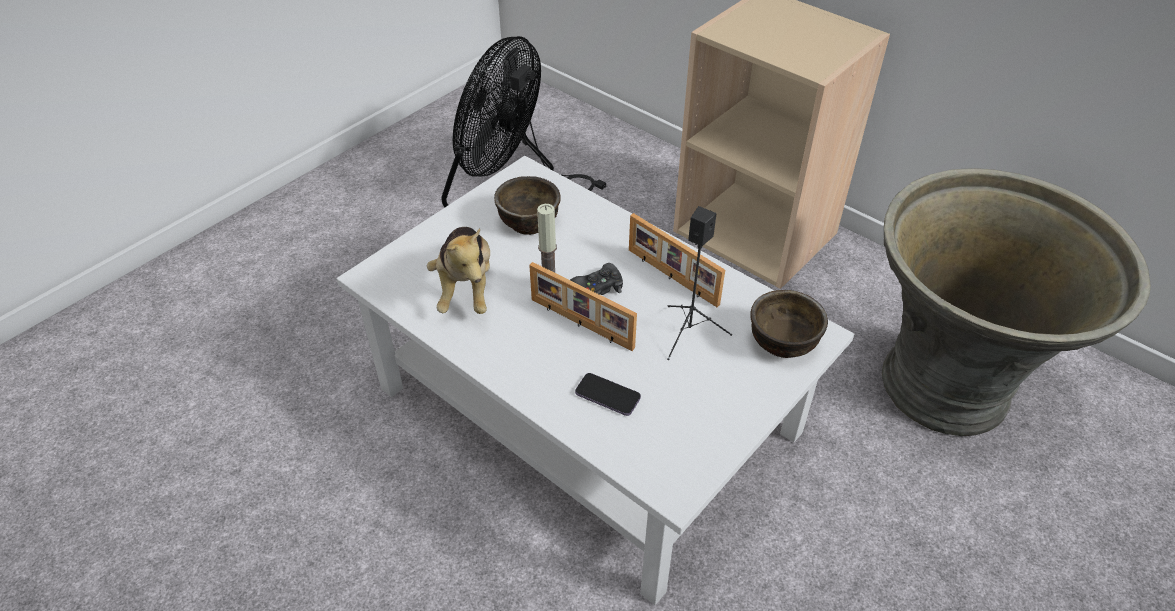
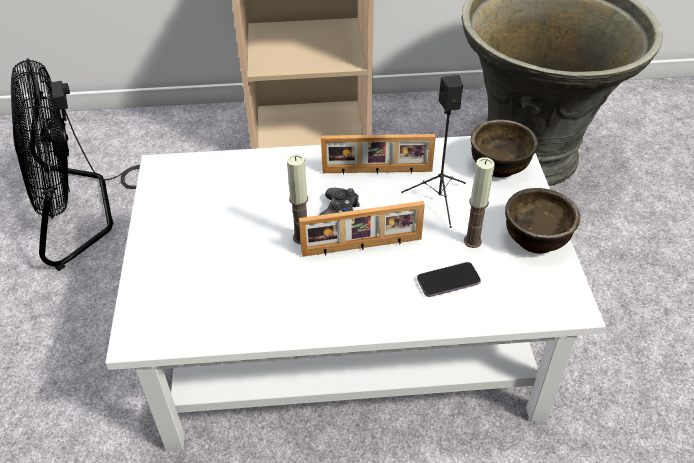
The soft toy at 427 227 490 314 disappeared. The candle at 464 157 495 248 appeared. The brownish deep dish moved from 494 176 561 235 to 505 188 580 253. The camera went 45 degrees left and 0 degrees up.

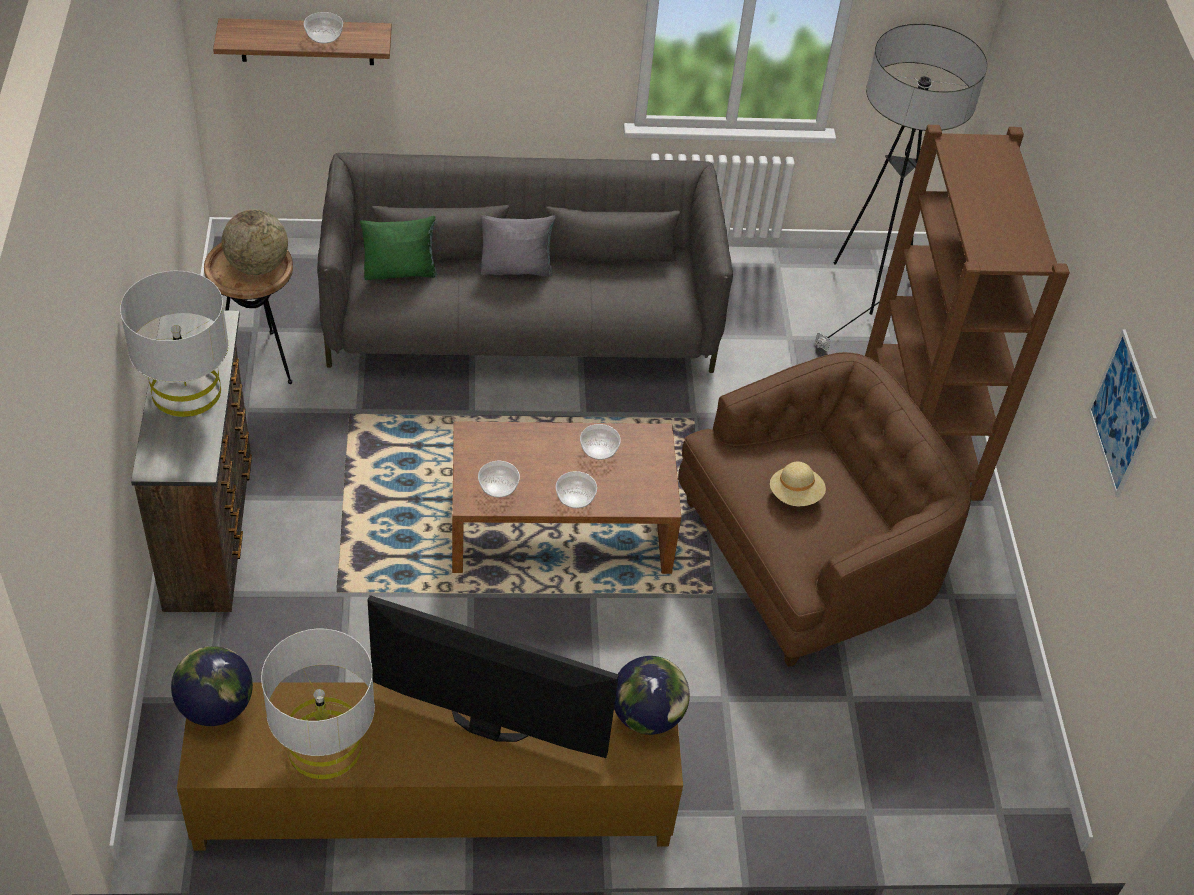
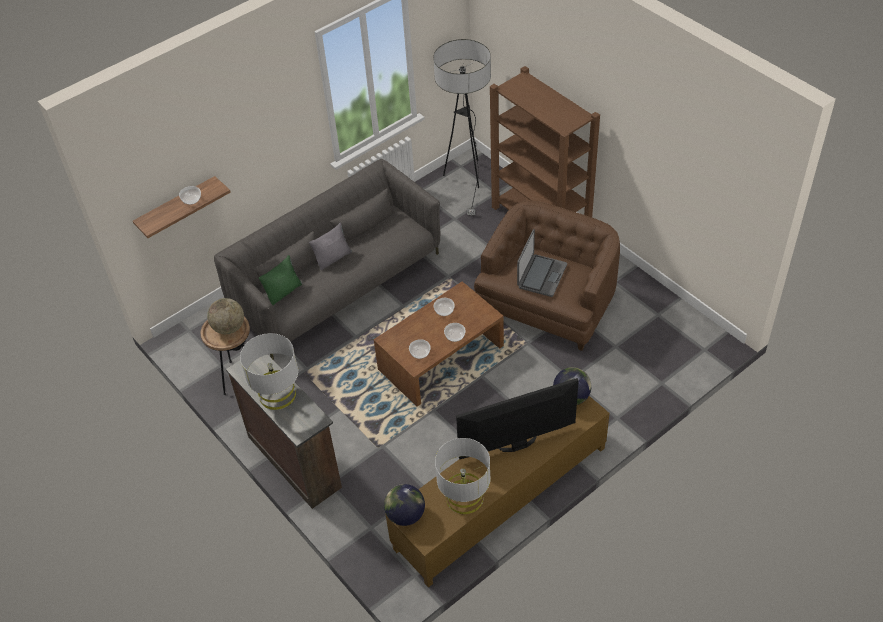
The wall art at 1088 330 1157 497 disappeared. The beige-coloured hat at 770 462 826 507 was replaced by the notebook computer at 517 229 567 297. The camera went 30 degrees left and 0 degrees up.

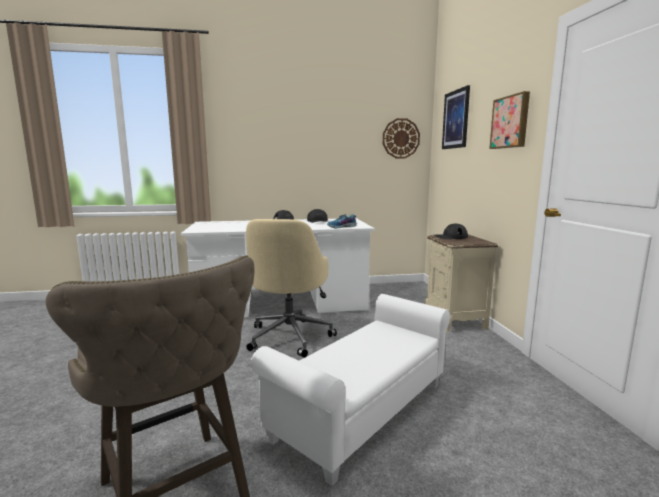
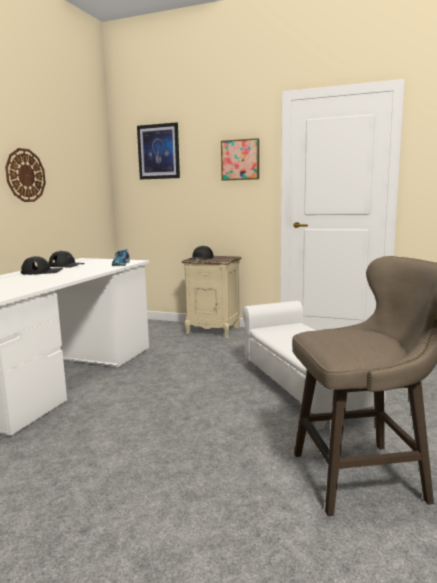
The beige-coloured office chair at 246 219 337 358 disappeared. The clock on the wall moved from 383 118 420 158 to 5 148 46 202. The camera went 60 degrees left and 0 degrees up.

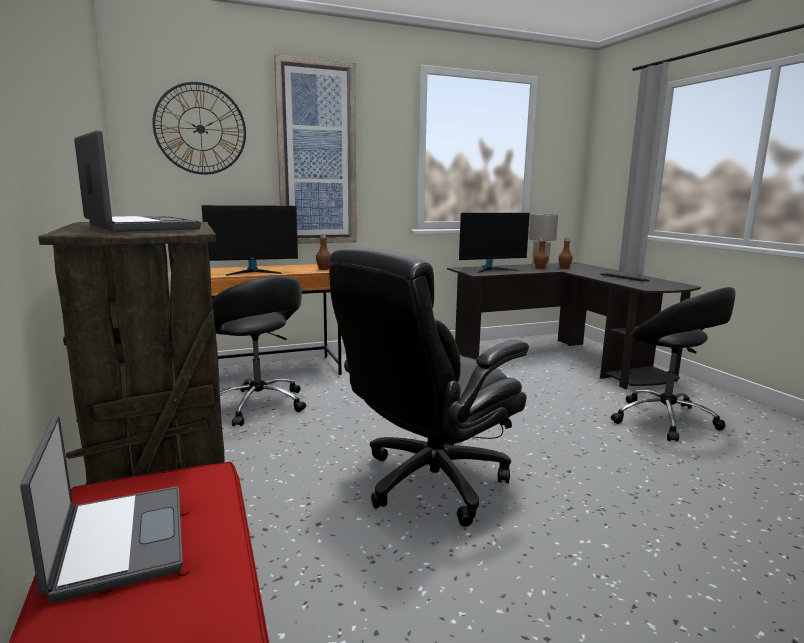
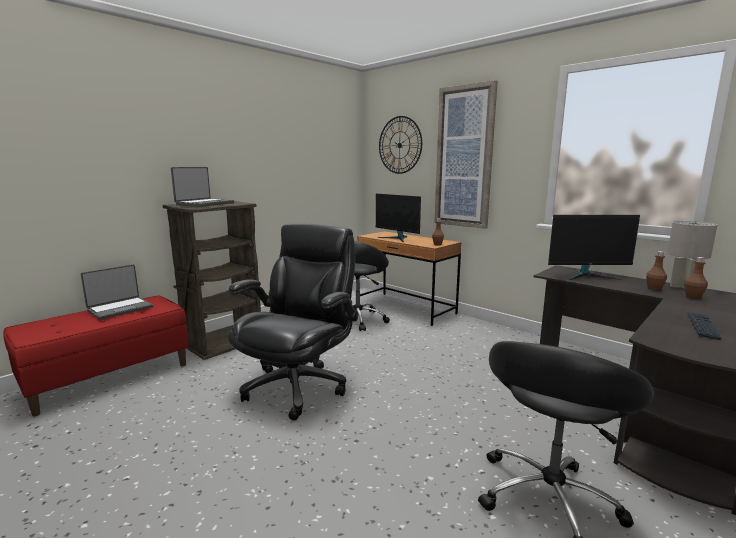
The black-coloured office chair at 329 247 529 527 turned 90 degrees clockwise. The monitor at 459 213 530 273 turned 45 degrees counterclockwise. The camera went 65 degrees right and 0 degrees up.

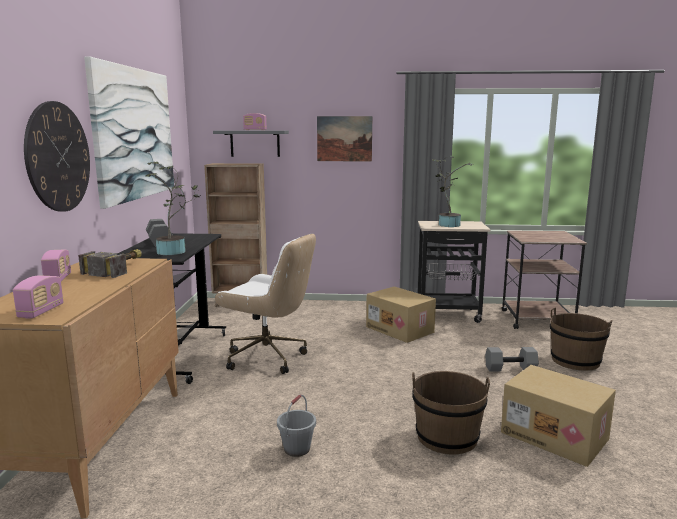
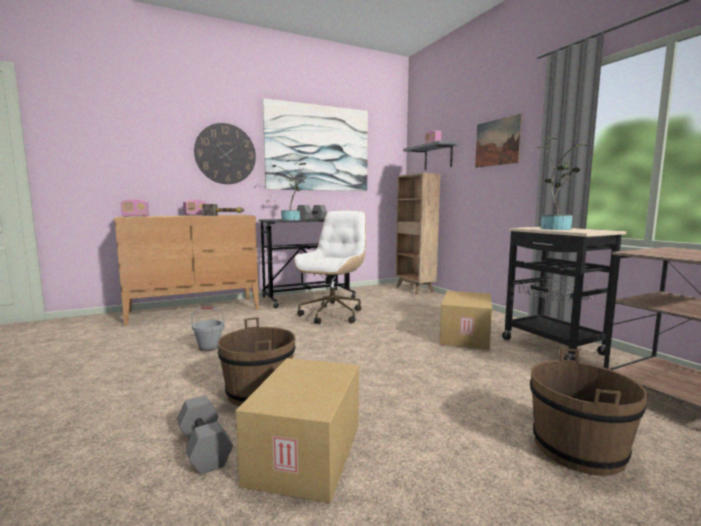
The gray dumbbell moved from 485 347 539 372 to 177 396 233 474. The whitish office chair at 215 233 316 374 turned 150 degrees counterclockwise. The camera went 60 degrees right and 5 degrees down.

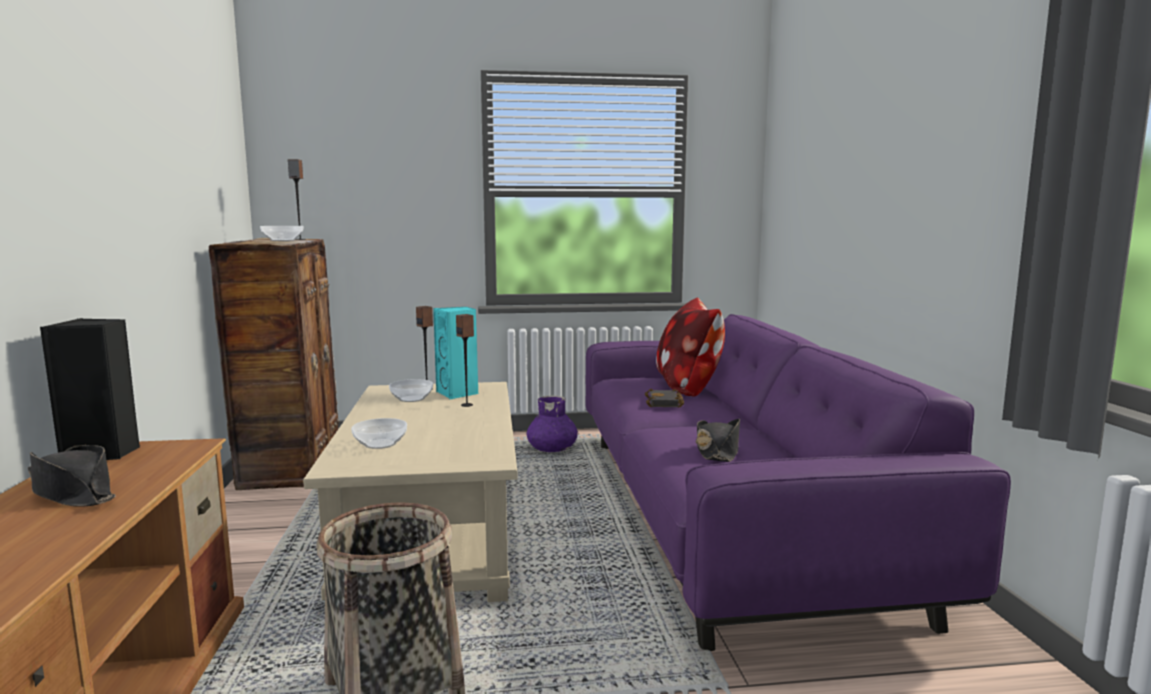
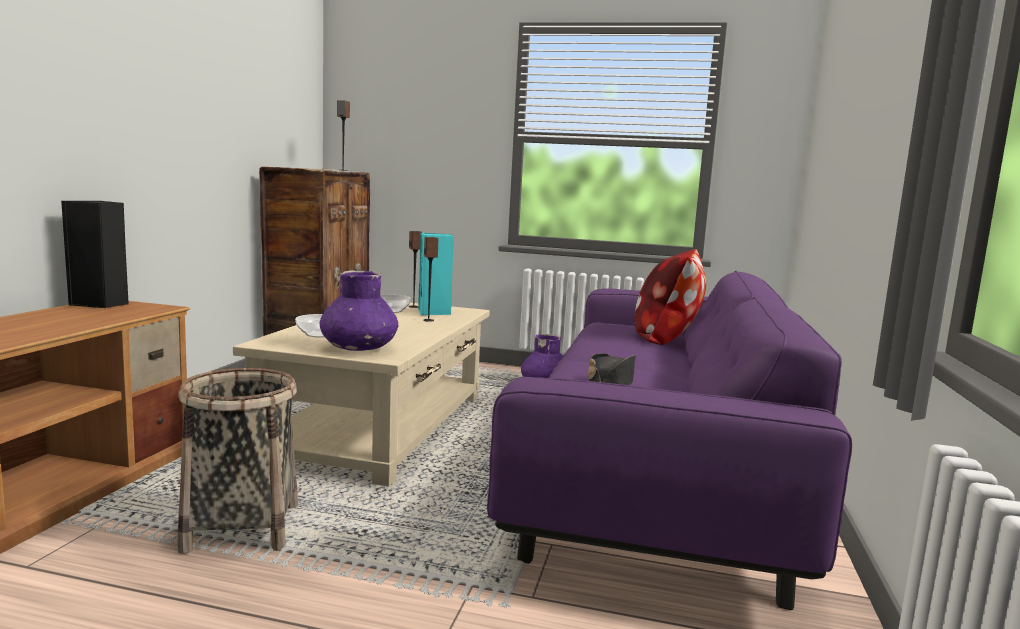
The black-coloured hat at 28 445 116 507 disappeared. The deep dish at 260 226 303 241 disappeared. The black-coloured book at 645 389 684 408 disappeared. The purplish decorative vase at 320 270 398 351 appeared. The camera went 20 degrees right and 0 degrees up.

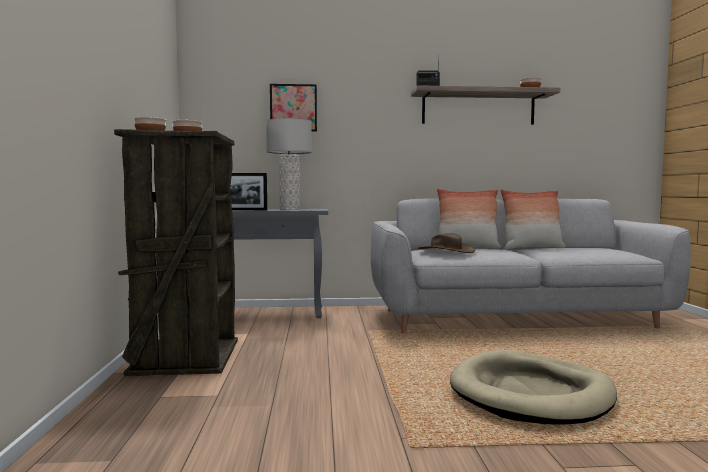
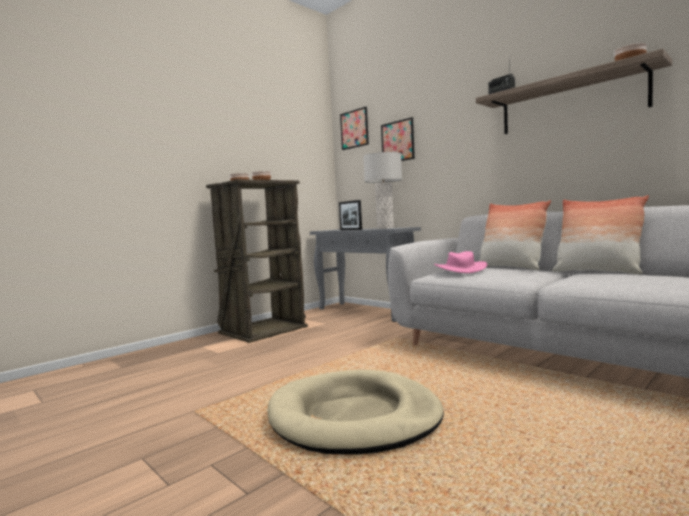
The wall art at 340 107 369 150 appeared. The brownish hat at 418 233 475 253 became the pinkish hat at 434 251 487 273. The camera went 50 degrees right and 0 degrees up.

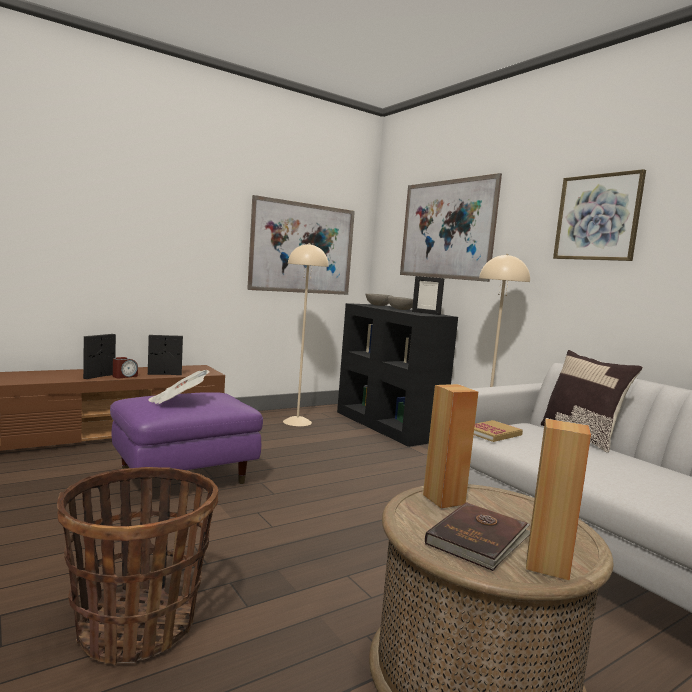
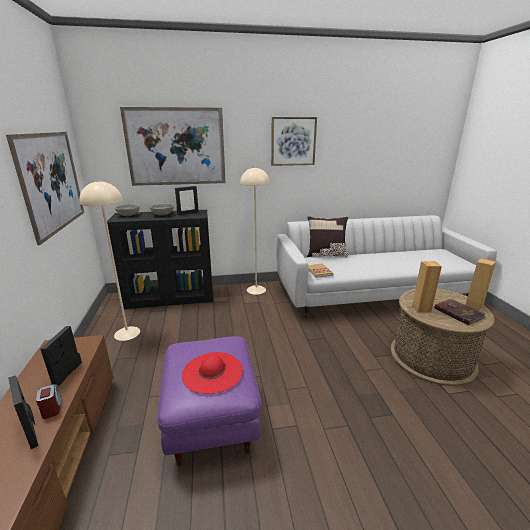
The household basket at 57 467 218 665 disappeared. The printed paper at 148 370 210 404 was replaced by the red-coloured hat at 182 352 243 394. The camera went 65 degrees left and 15 degrees up.

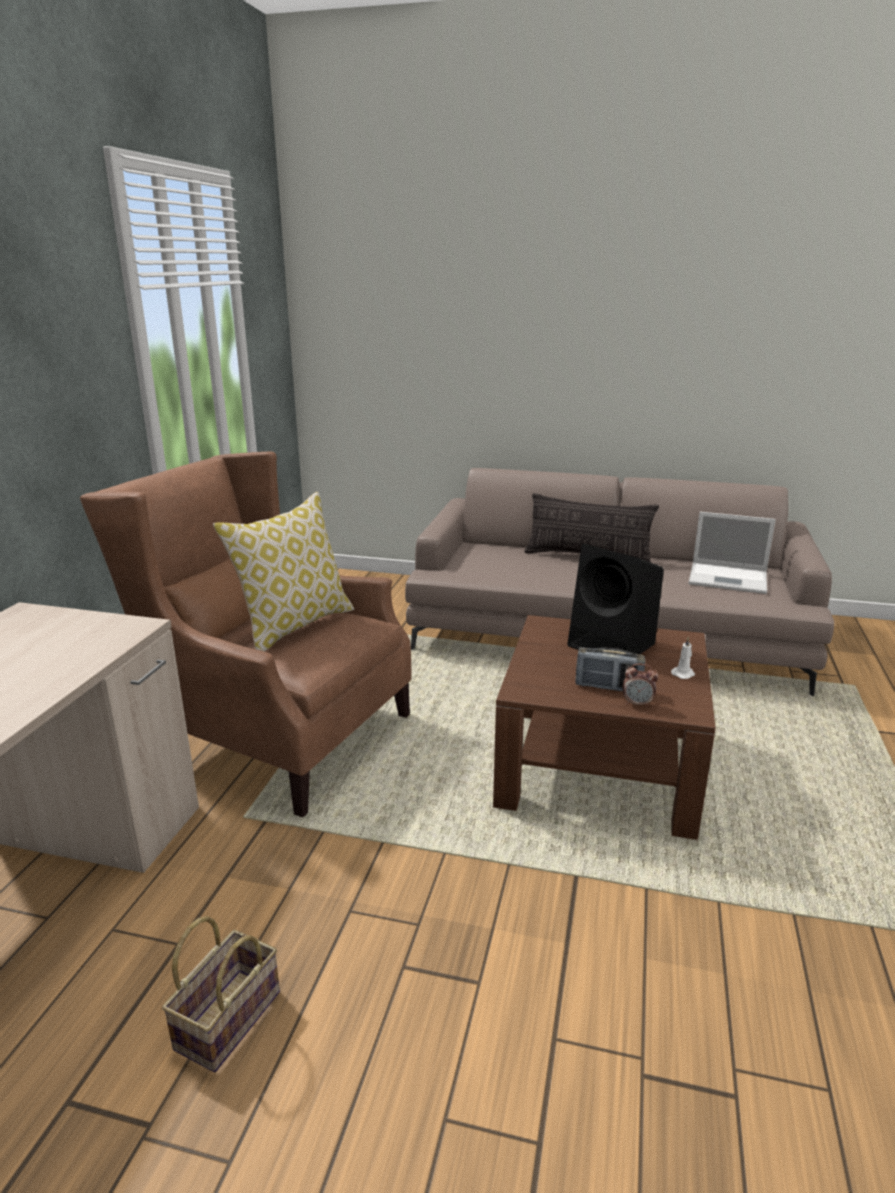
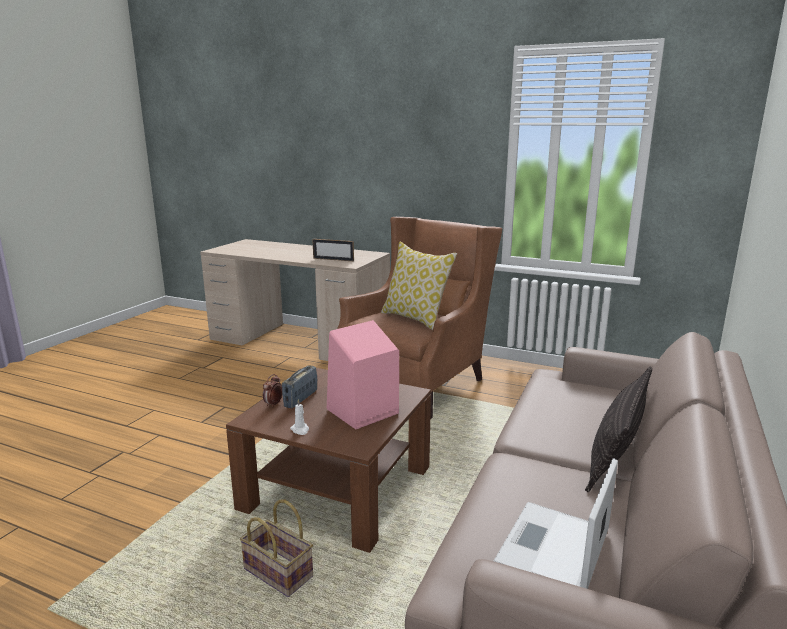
The photo frame at 312 239 354 262 appeared. The household basket moved from 162 916 280 1072 to 240 499 313 597. The black-coloured loudspeaker at 567 544 664 654 became the pinkish loudspeaker at 327 320 399 429. The camera went 100 degrees right and 5 degrees down.

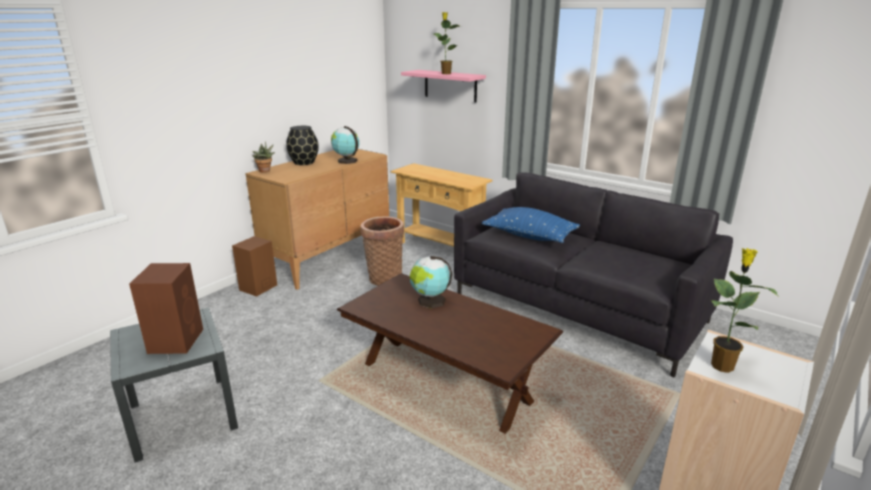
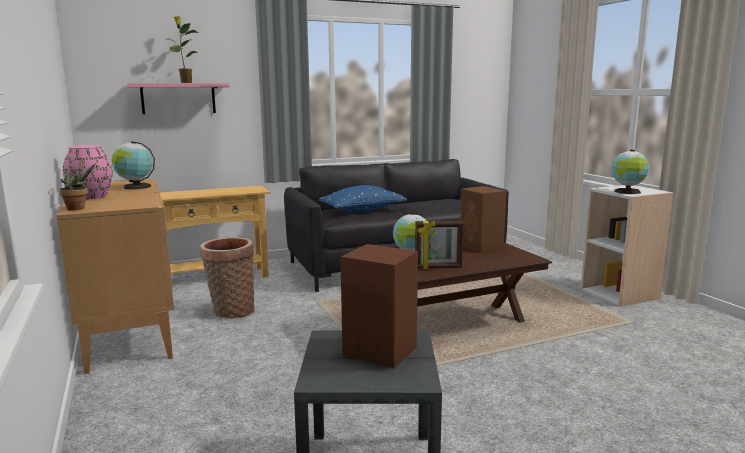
The photo frame at 415 221 464 269 appeared. The brownish loudspeaker moved from 232 236 277 297 to 460 186 507 253. The plant in a pot at 711 248 778 373 was replaced by the world globe at 611 150 649 194. The black-coloured decorative vase at 286 126 319 165 became the pinkish decorative vase at 63 145 113 199. The camera went 60 degrees left and 10 degrees down.

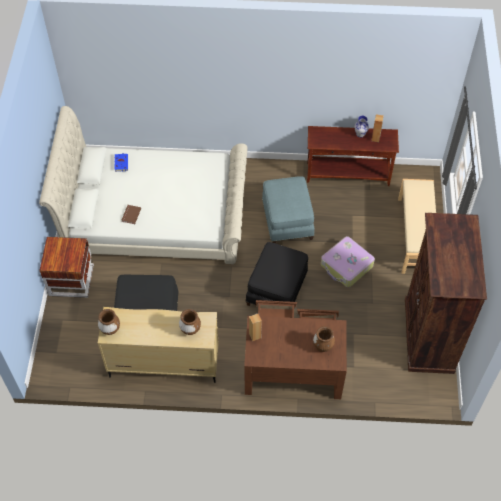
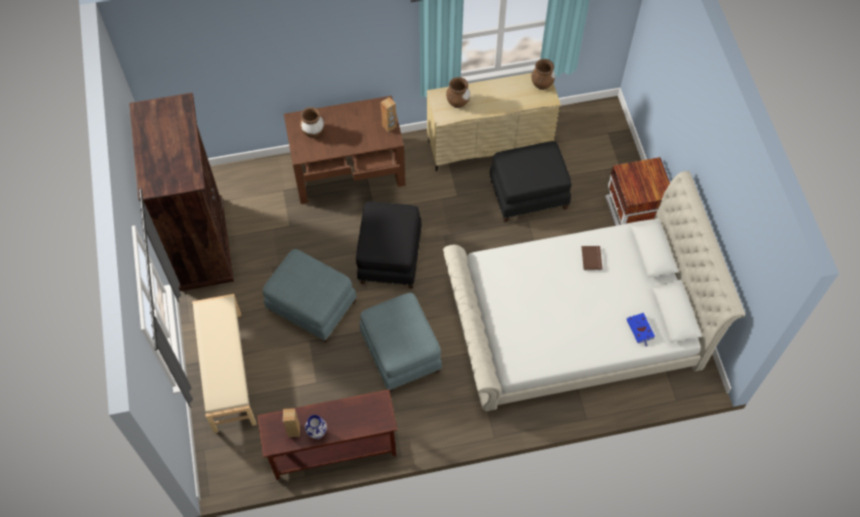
The travel case at 321 236 375 287 was replaced by the blue footrest at 263 249 357 342. The camera went 165 degrees right and 5 degrees up.

